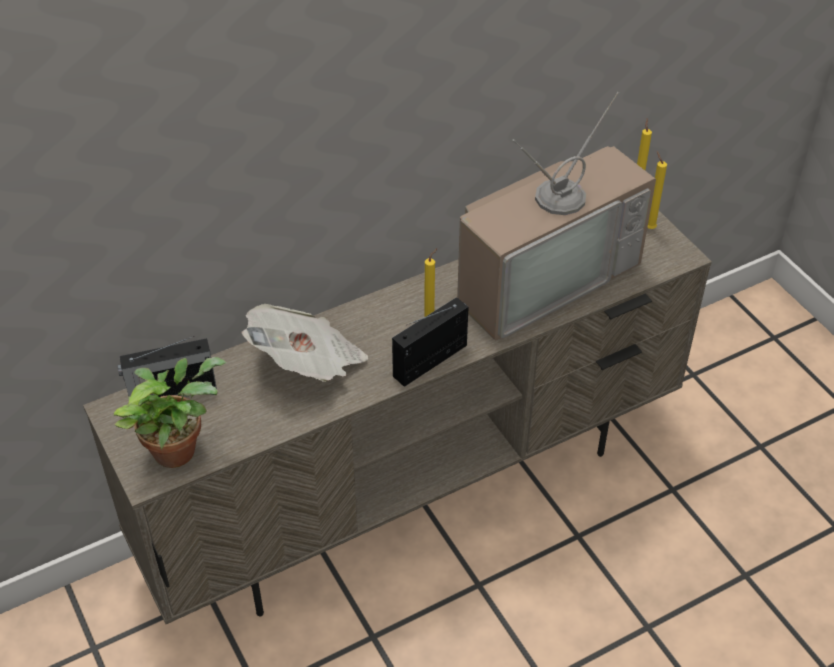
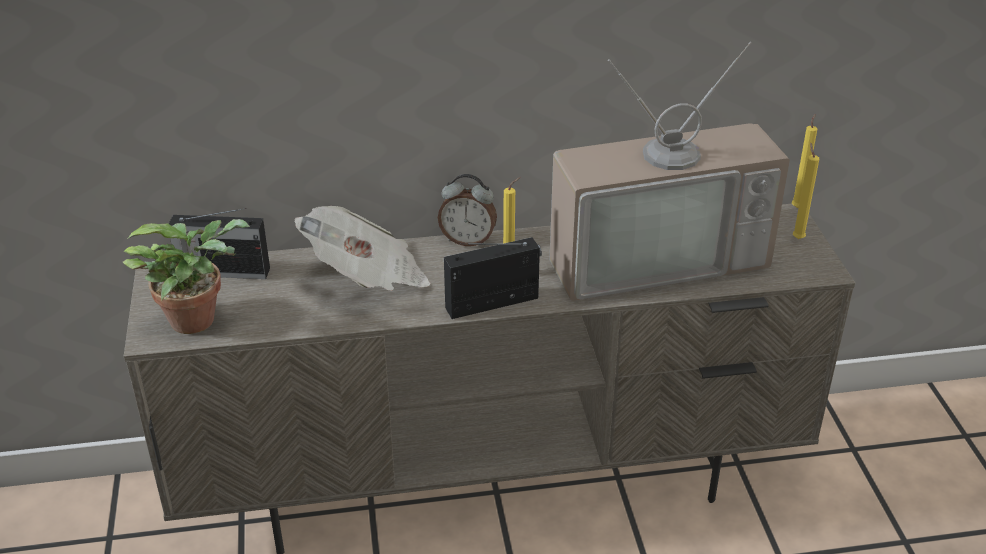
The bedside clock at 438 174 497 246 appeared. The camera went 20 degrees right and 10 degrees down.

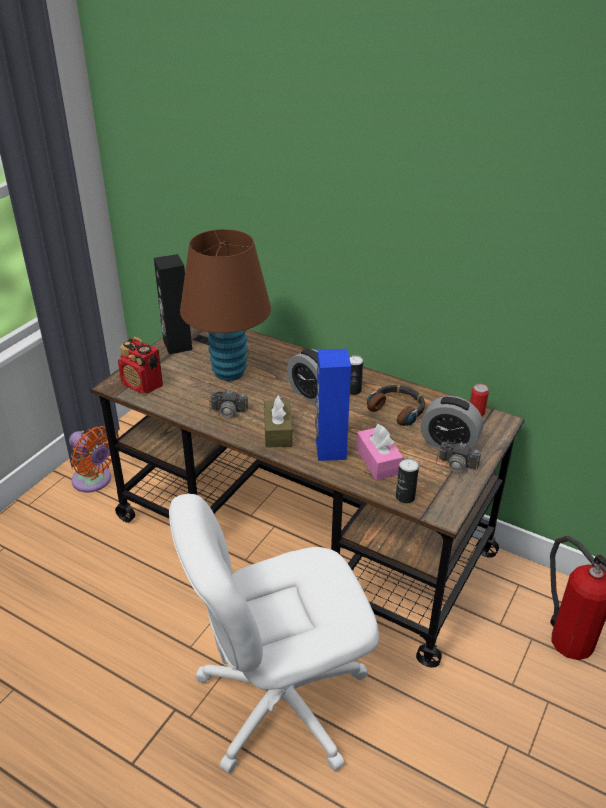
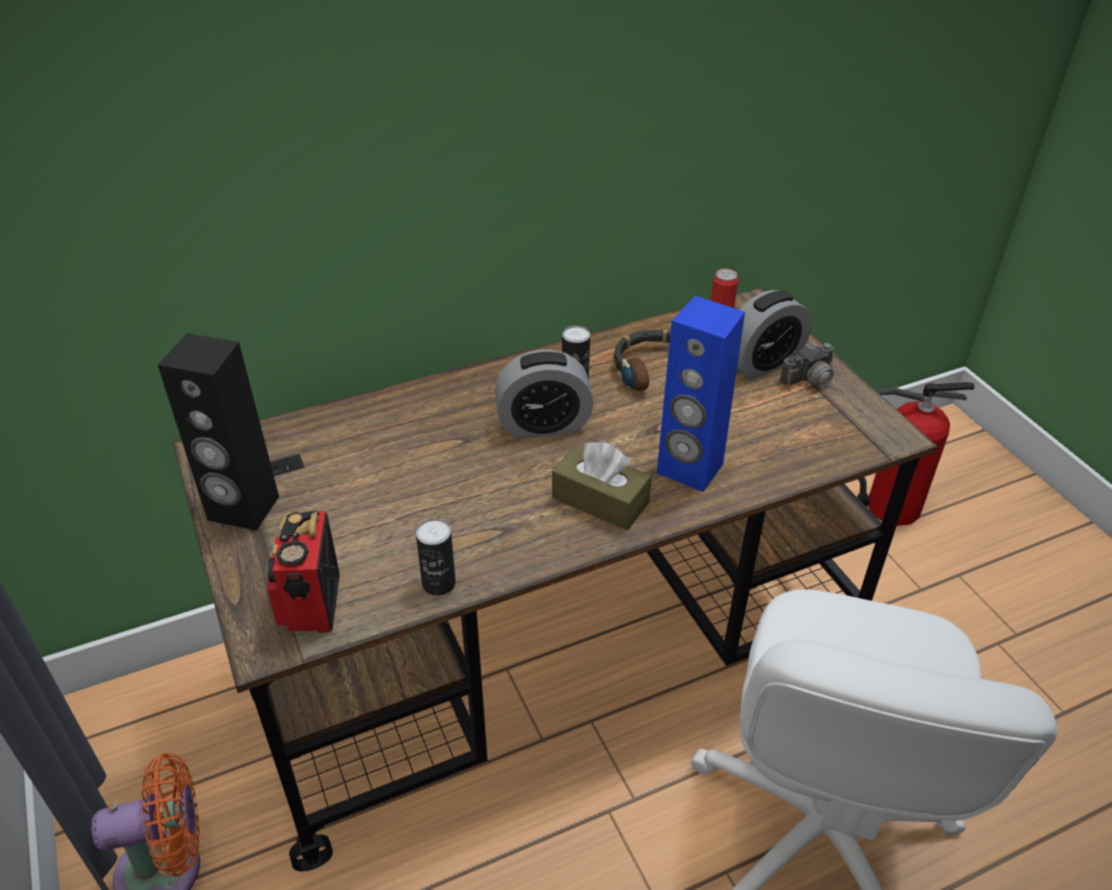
The brownish lamp for a table at 180 229 271 381 disappeared. The photo camera at 209 390 254 421 disappeared. The pinkish tissue holder at 356 424 403 480 disappeared. The can moved from 396 458 419 504 to 416 519 456 596. The radio set at 118 337 163 394 turned 105 degrees clockwise. The camera went 55 degrees left and 5 degrees up.

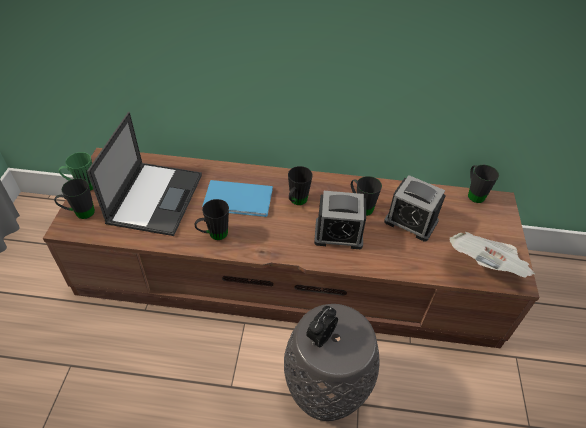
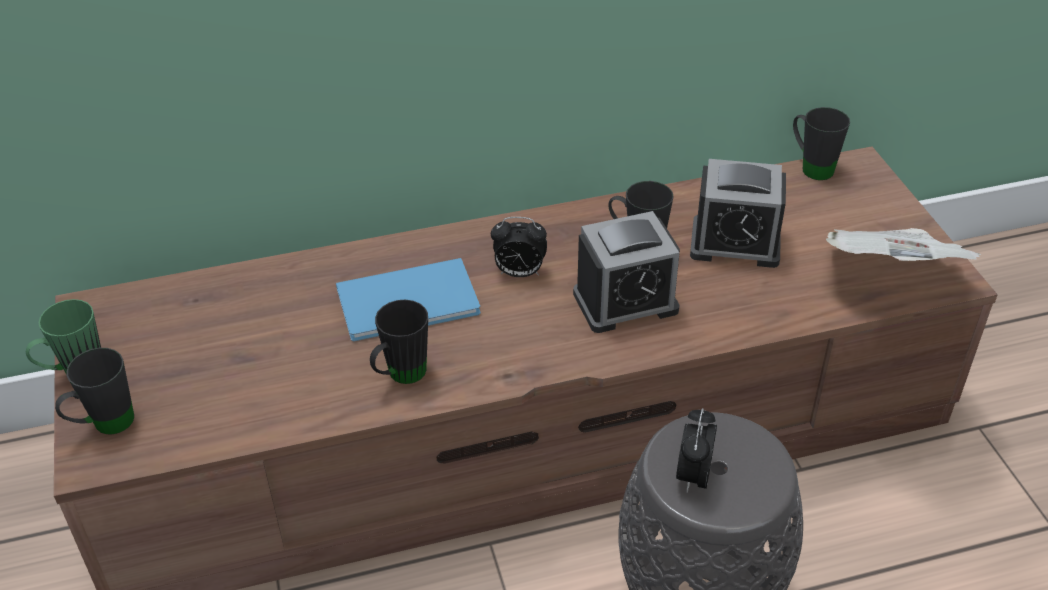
The notebook computer at 87 112 202 236 disappeared. The black-coloured tea mug at 288 166 313 205 was replaced by the bedside clock at 491 217 547 277. The camera went 20 degrees left and 5 degrees down.

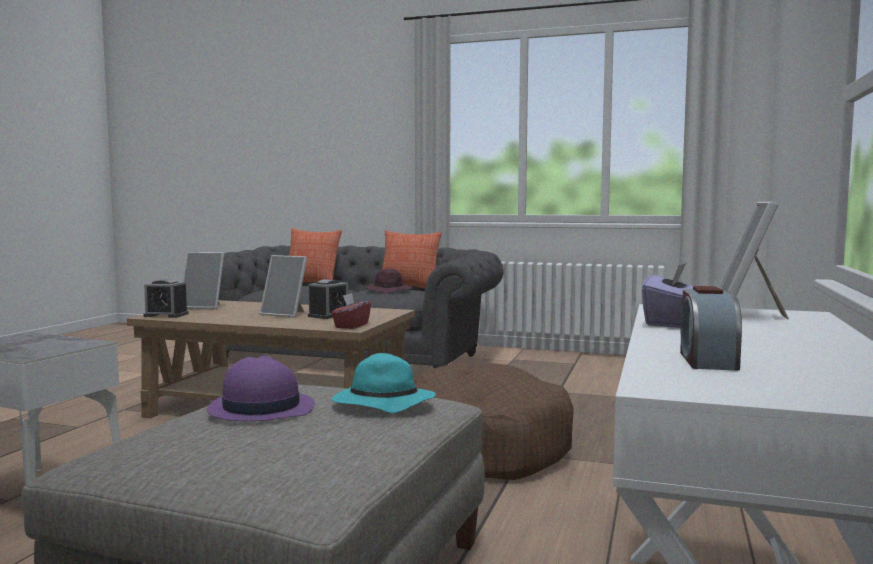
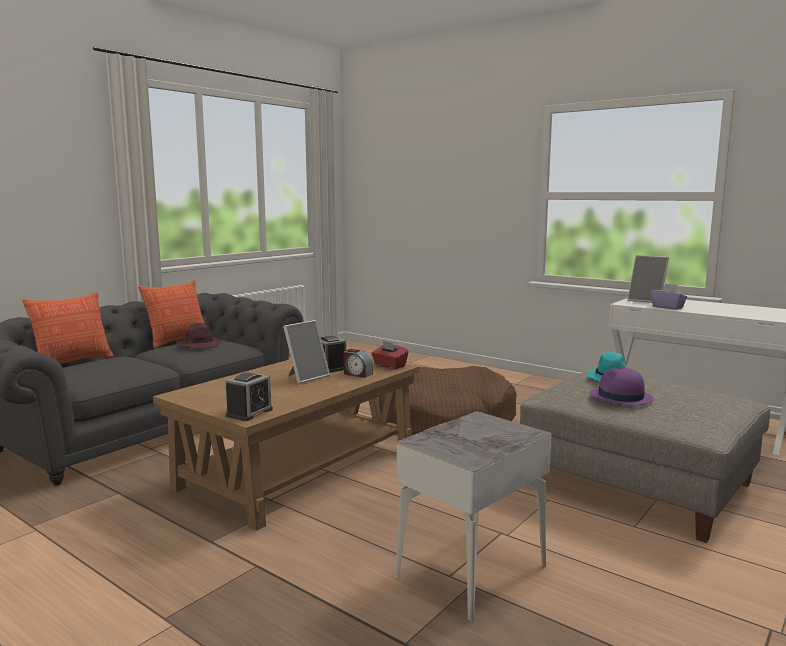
The photo frame at 183 252 224 309 disappeared. The bedside clock moved from 680 286 742 371 to 343 349 373 378. The camera went 70 degrees left and 5 degrees up.

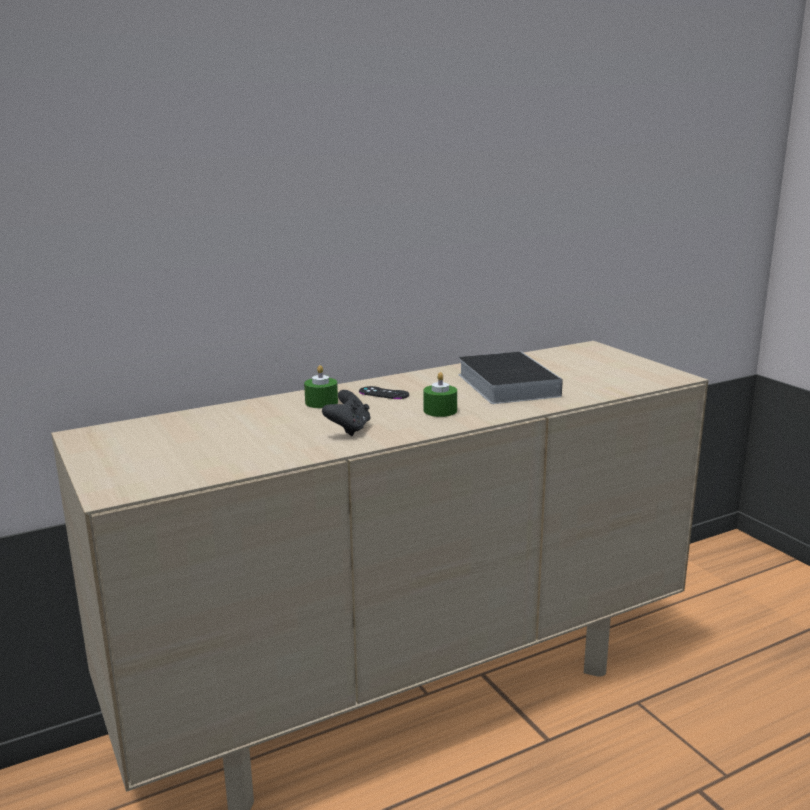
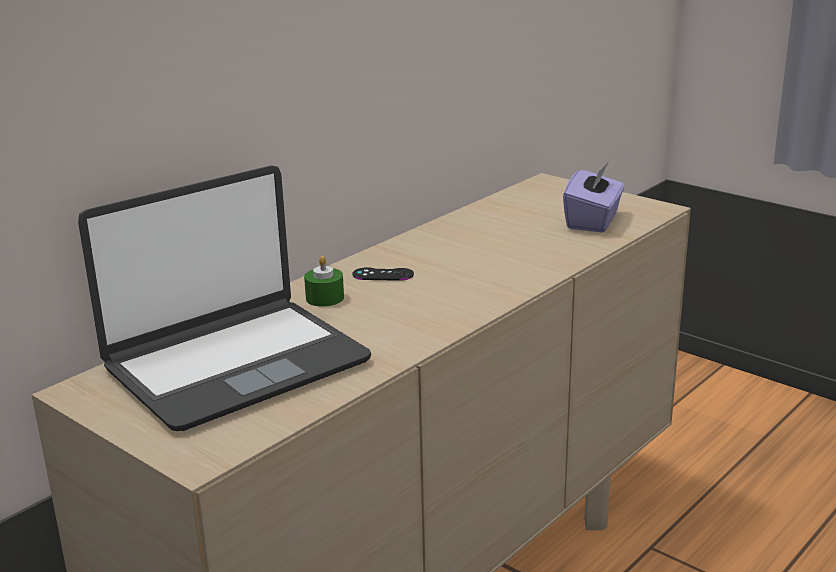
The black-coloured game controller at 322 390 370 436 disappeared. The green-coloured candle at 423 372 457 417 disappeared. The book at 458 352 563 404 disappeared. The notebook computer at 78 165 371 431 appeared. The purplish tissue holder at 563 163 625 233 appeared. The camera went 20 degrees left and 5 degrees up.

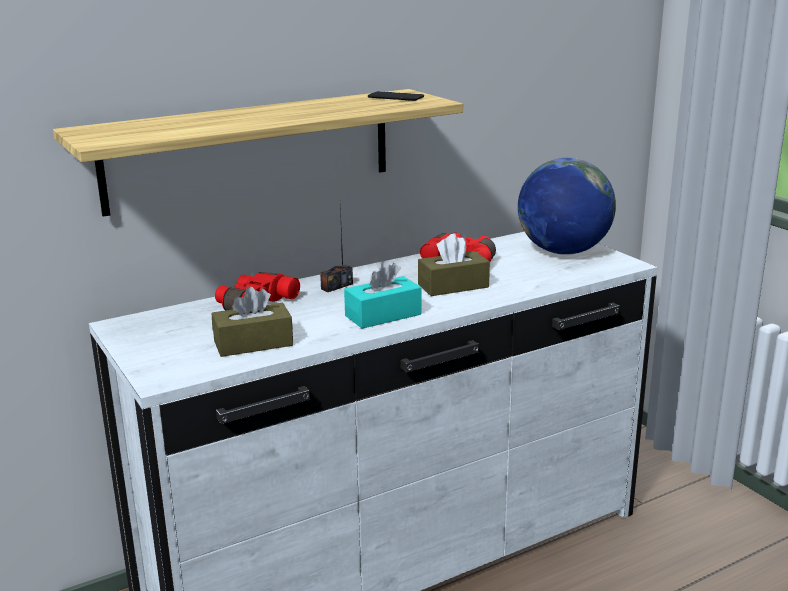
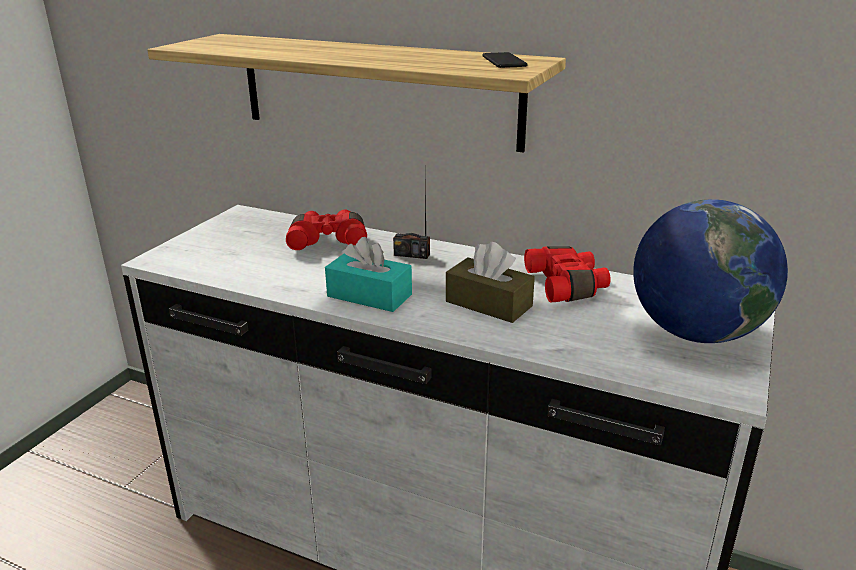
The brownish tissue holder at 212 286 293 357 disappeared. The camera went 55 degrees right and 5 degrees up.

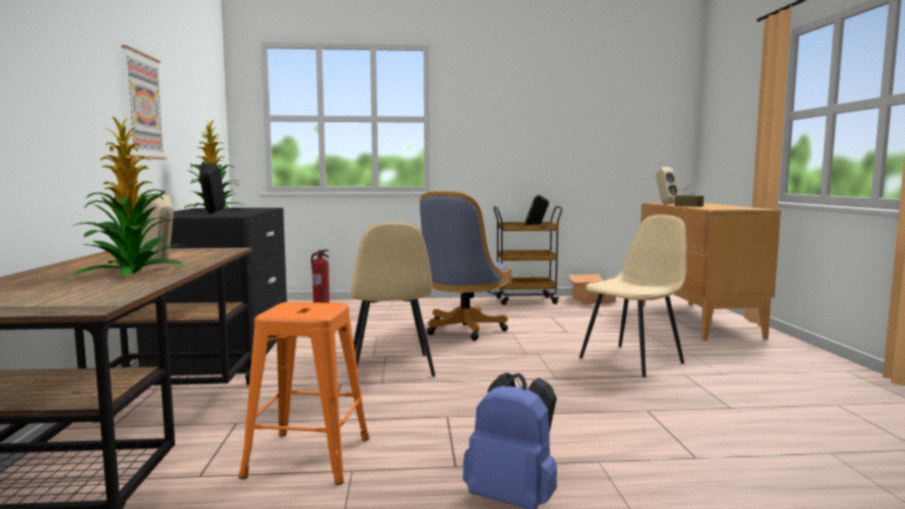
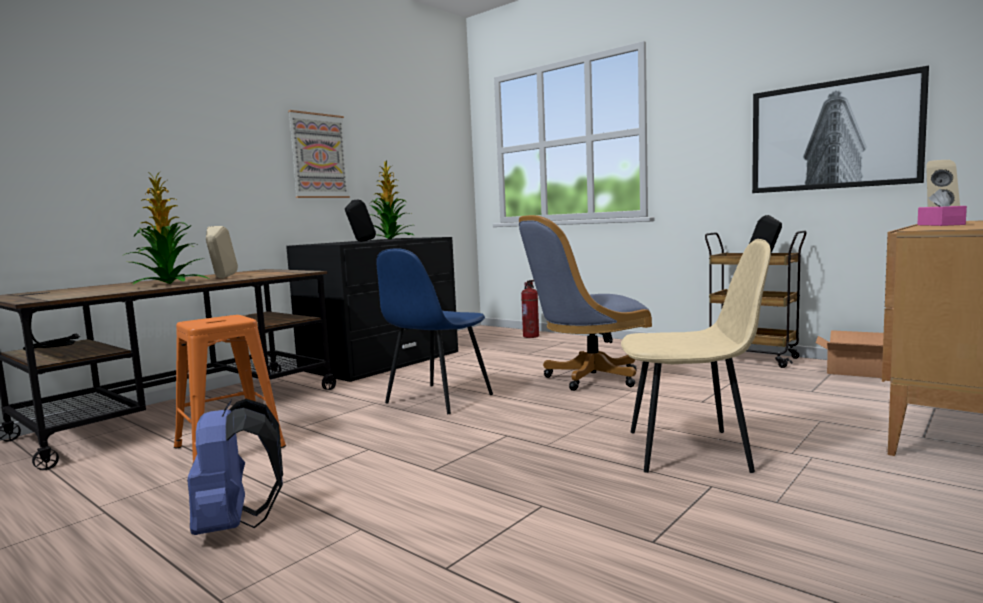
The wall art at 752 65 929 193 appeared. The beige-coloured chair at 351 222 435 377 became the blue chair at 376 248 493 414. The brownish tissue holder at 674 185 704 207 became the pinkish tissue holder at 917 189 967 226. The camera went 45 degrees right and 0 degrees up.

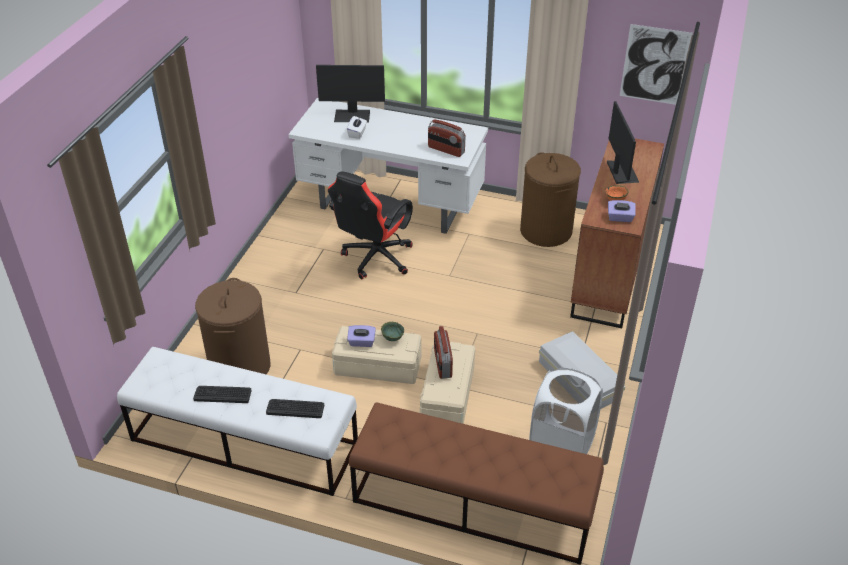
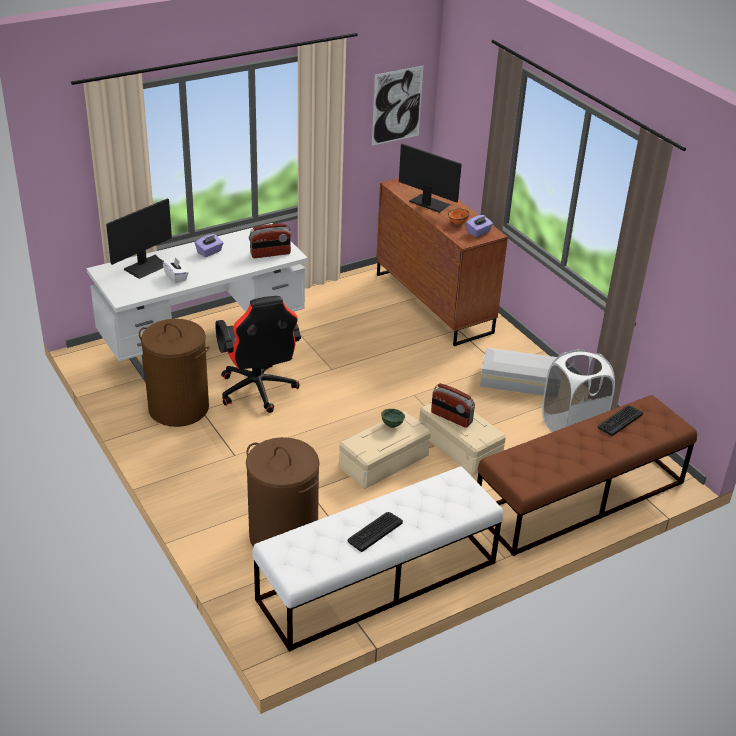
The keyboard moved from 266 399 324 418 to 598 405 643 436. The purplish tissue holder moved from 347 325 376 347 to 195 234 223 257. The brownish laundry basket moved from 520 152 581 247 to 139 319 210 427. The camera went 50 degrees left and 5 degrees down.

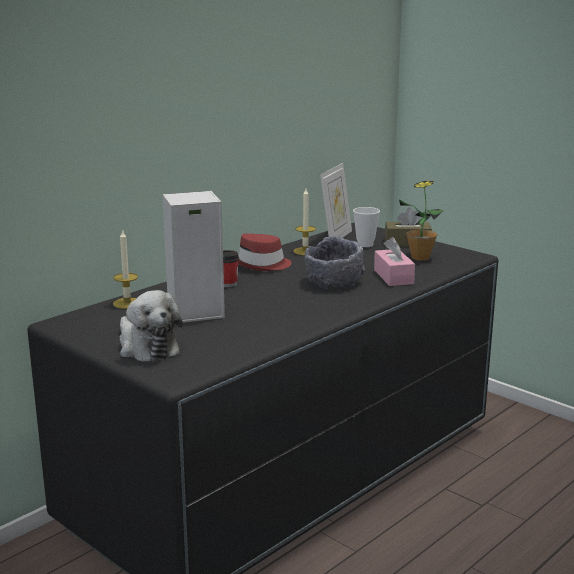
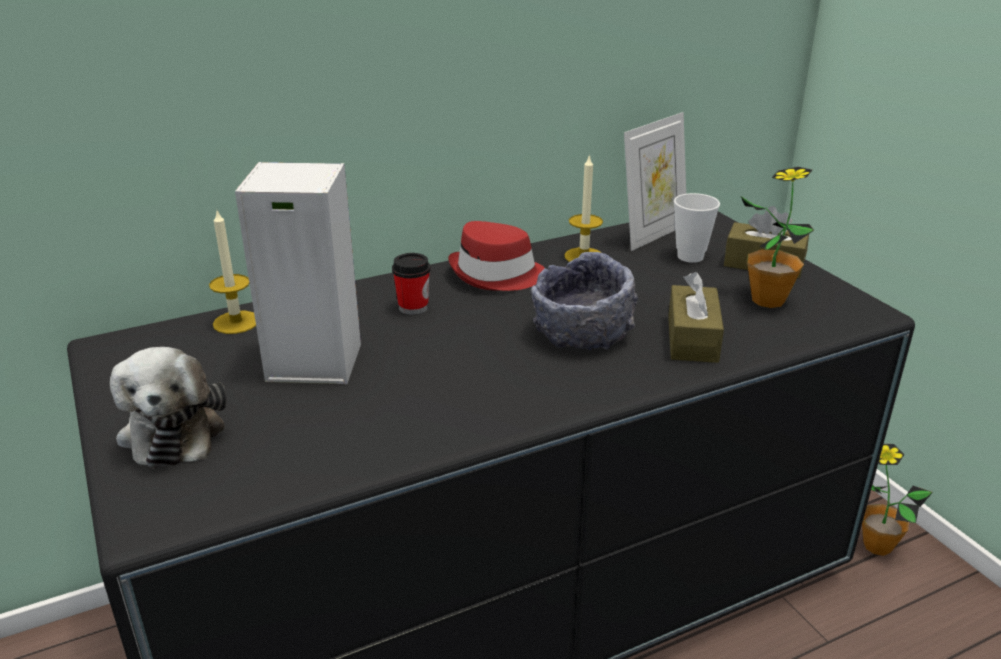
The plant in a pot at 862 444 933 556 appeared. The pinkish tissue holder at 374 237 415 286 became the brownish tissue holder at 668 272 724 363. The camera went 20 degrees right and 10 degrees up.

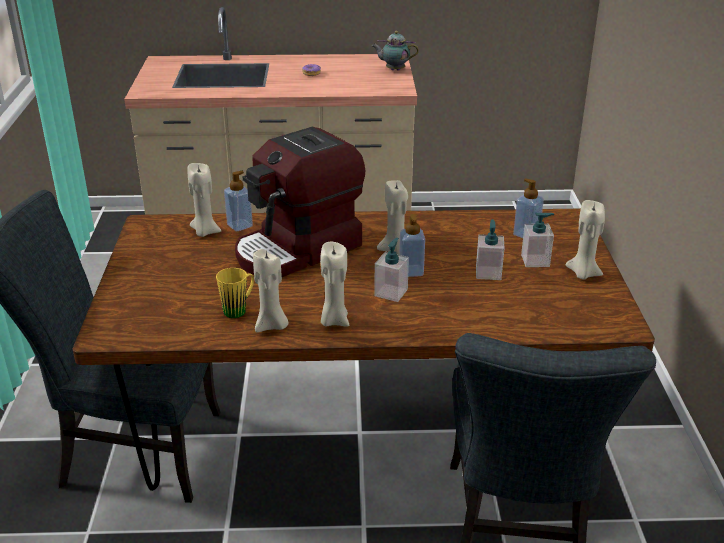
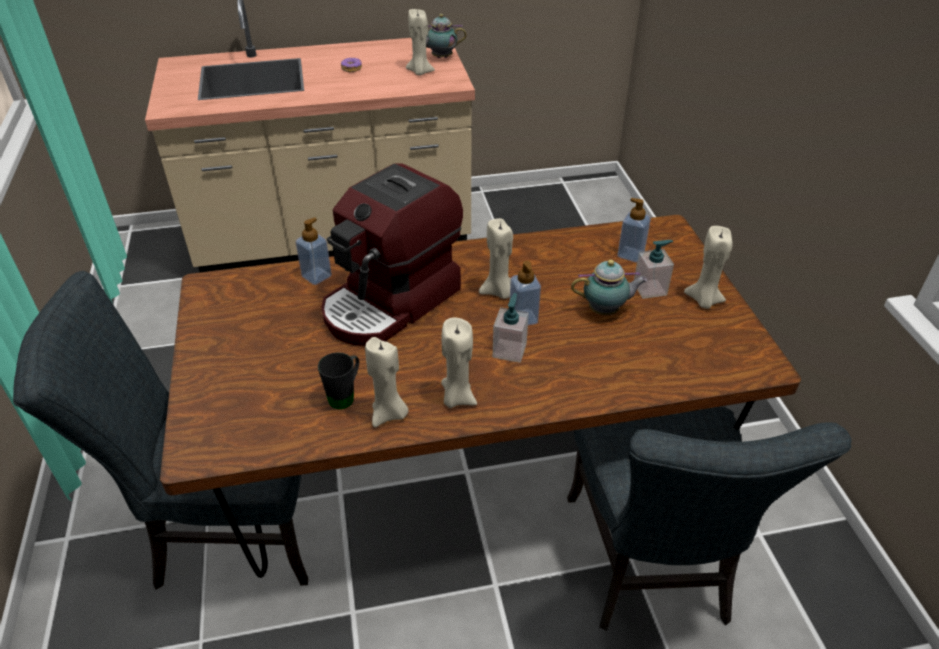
The beige-coloured candle moved from 187 163 221 237 to 406 9 435 76. The soap dispenser at 476 219 504 280 was replaced by the teapot at 571 260 648 315. The yellow tea mug at 216 268 254 318 became the black-coloured tea mug at 318 352 359 409. The camera went 10 degrees left and 10 degrees up.

